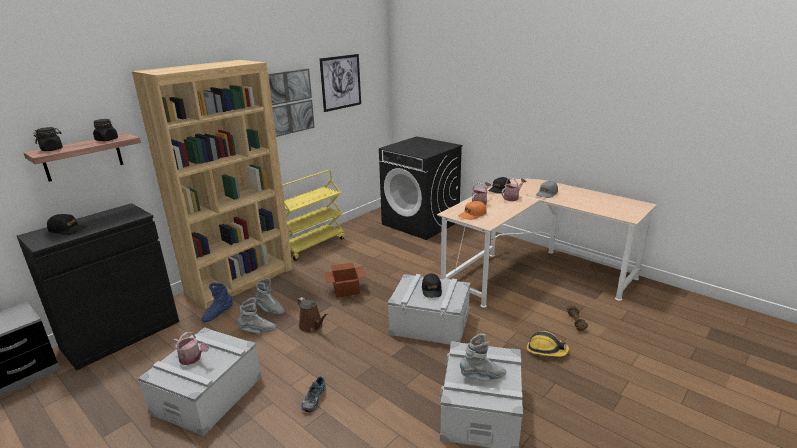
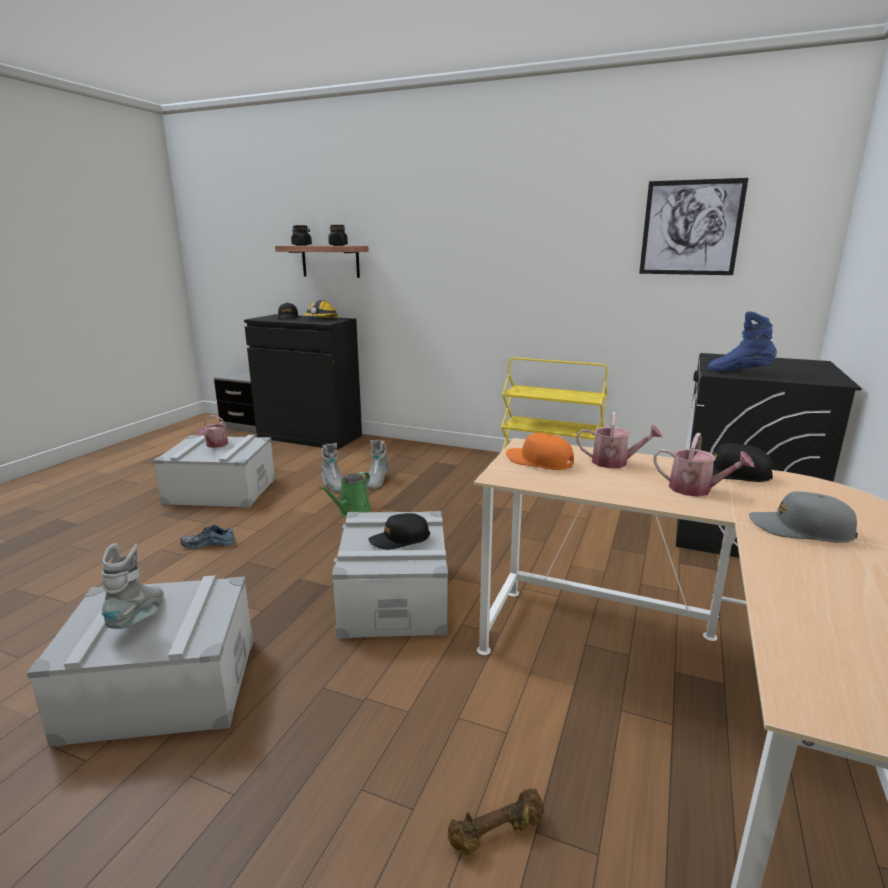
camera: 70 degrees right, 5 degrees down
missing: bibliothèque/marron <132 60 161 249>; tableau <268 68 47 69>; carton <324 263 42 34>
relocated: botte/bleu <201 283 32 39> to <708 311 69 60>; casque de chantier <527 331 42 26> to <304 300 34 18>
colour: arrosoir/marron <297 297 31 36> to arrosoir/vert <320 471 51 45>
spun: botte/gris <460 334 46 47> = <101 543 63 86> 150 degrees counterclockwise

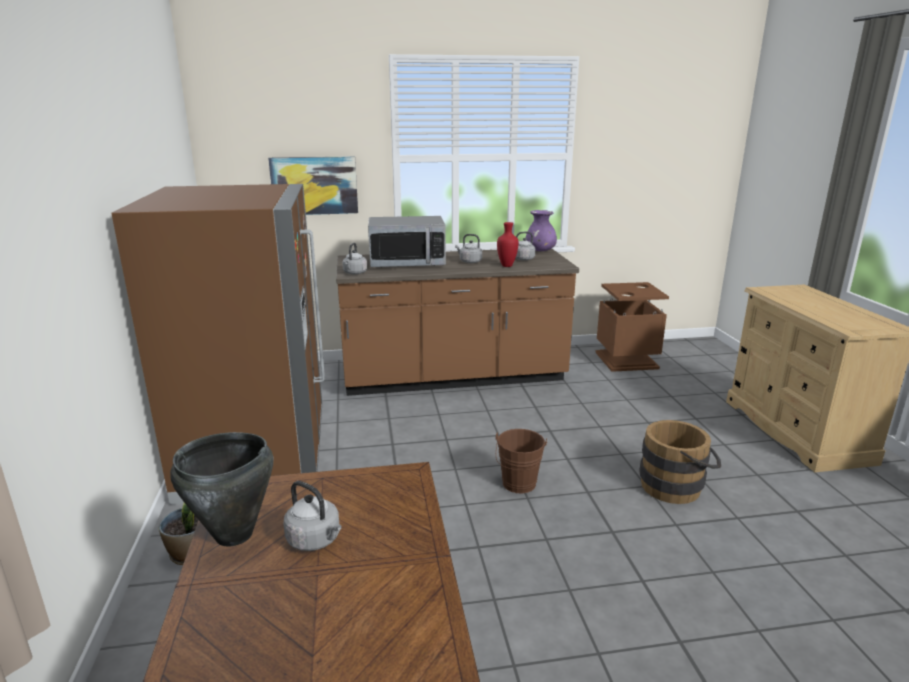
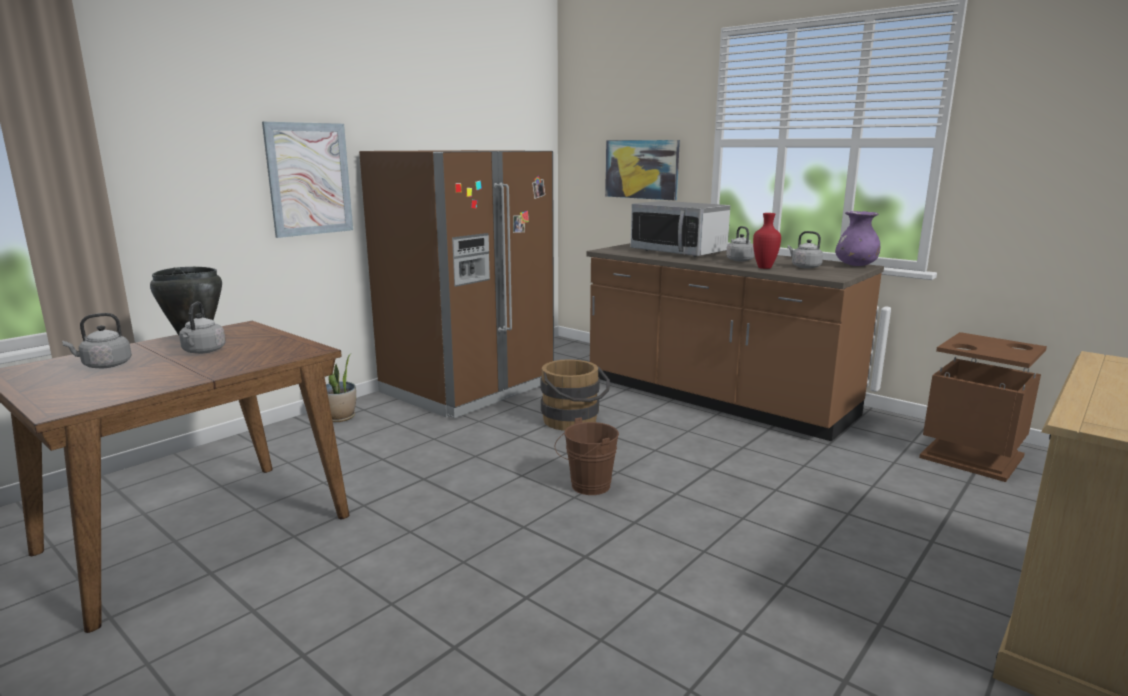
camera: 50 degrees right, 5 degrees down
appeared: tableau <262 122 91 116>
relocated: bouilloire/gris <342 243 25 31> to <62 313 70 55>; seau/marron <639 420 82 84> to <541 359 69 72>

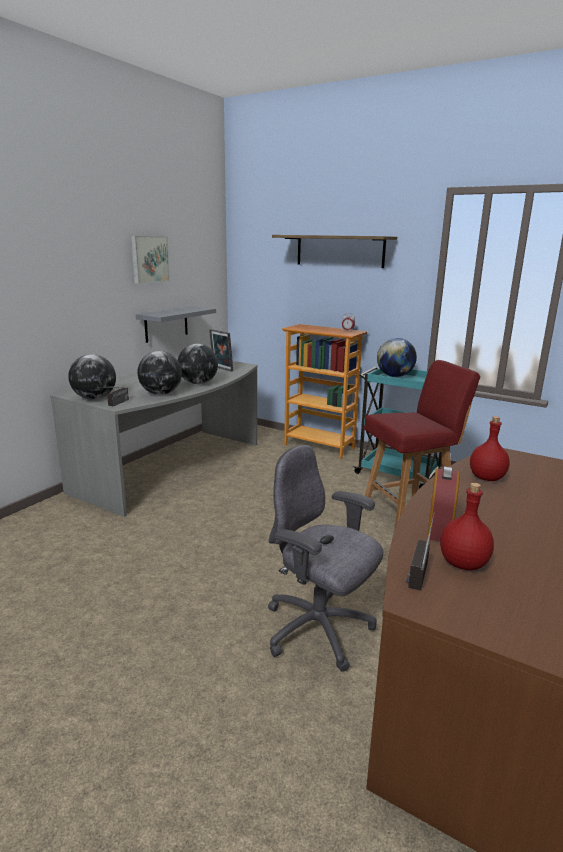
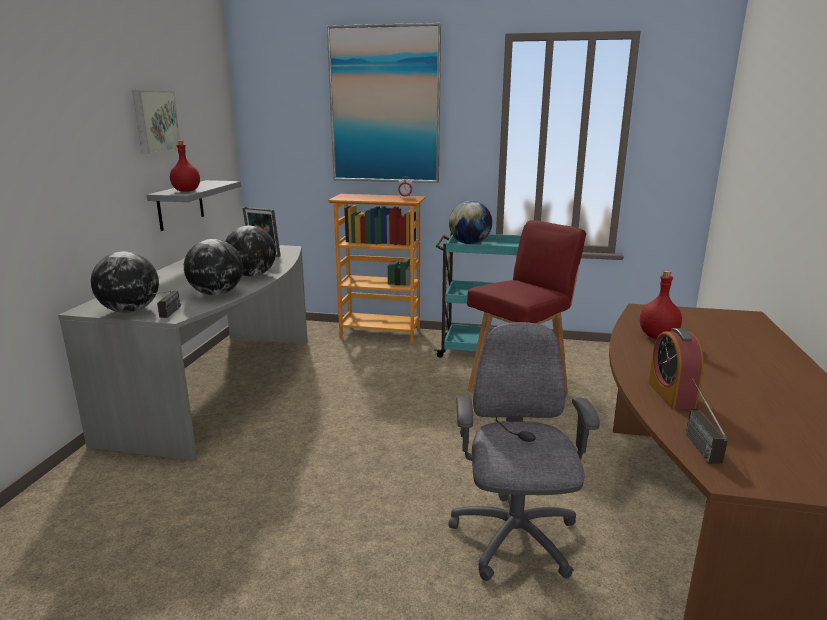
camera: 20 degrees left, 0 degrees up
relocated: bouteille/rouge <440 483 54 87> to <170 141 30 51>
exchanged: étagère <272 235 125 33> to tableau <327 23 114 160>
spun: chaise de bureau/gris <268 445 115 227> = <448 322 152 259> 75 degrees clockwise

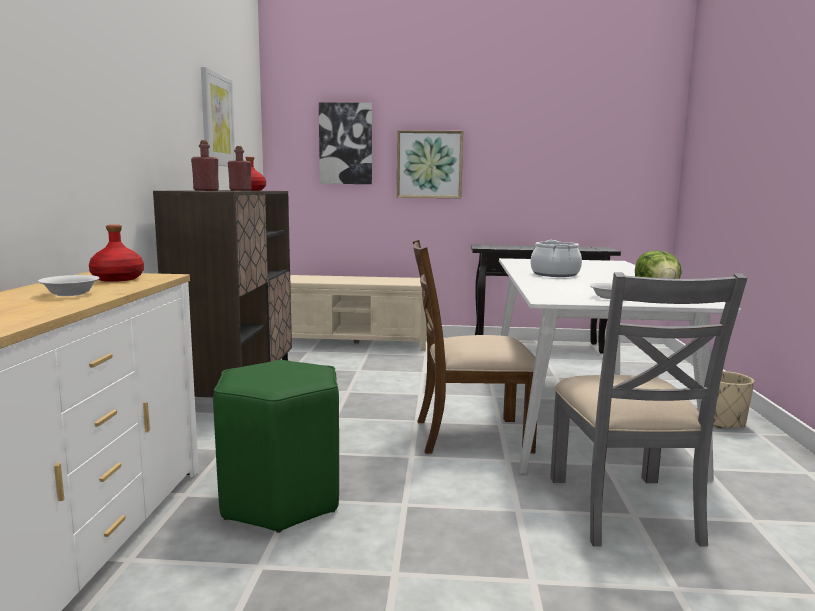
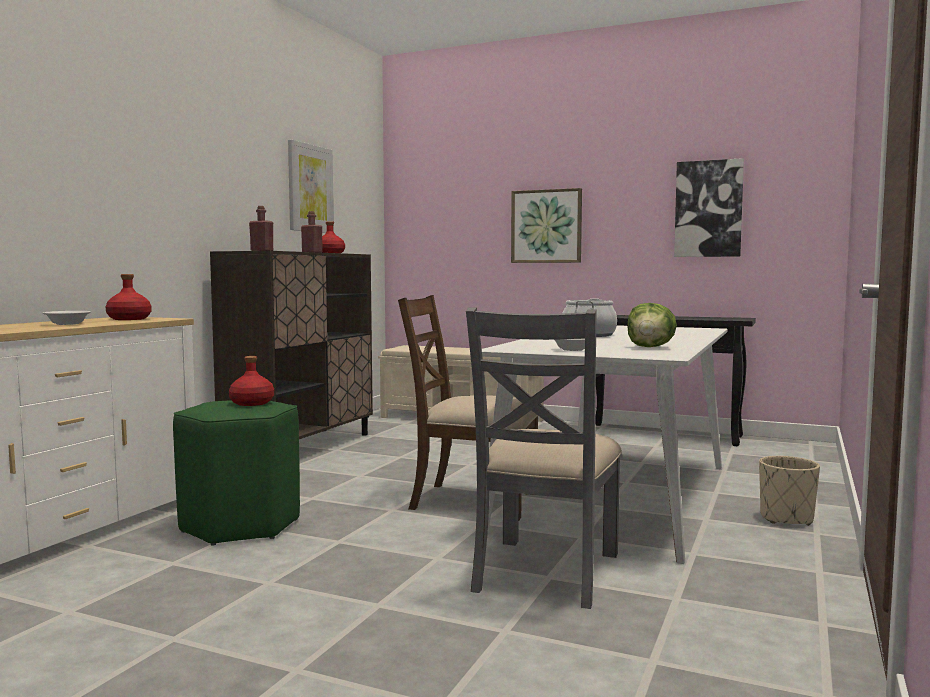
camera: 20 degrees right, 5 degrees down
appeared: bouteille/rouge <229 356 45 50>
relocated: tableau <319 102 53 82> to <674 158 70 99>

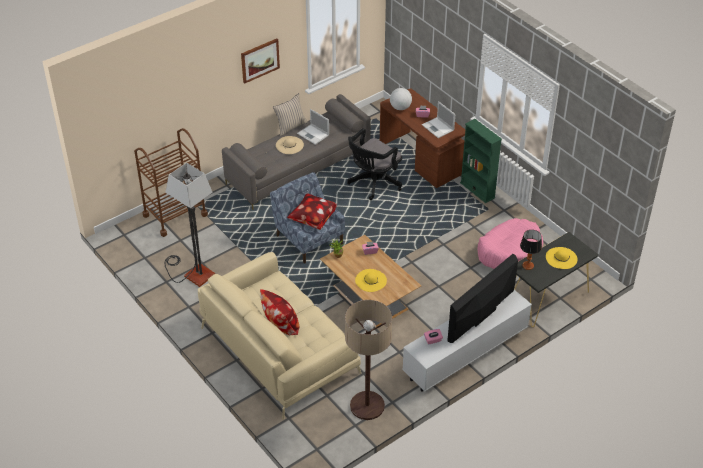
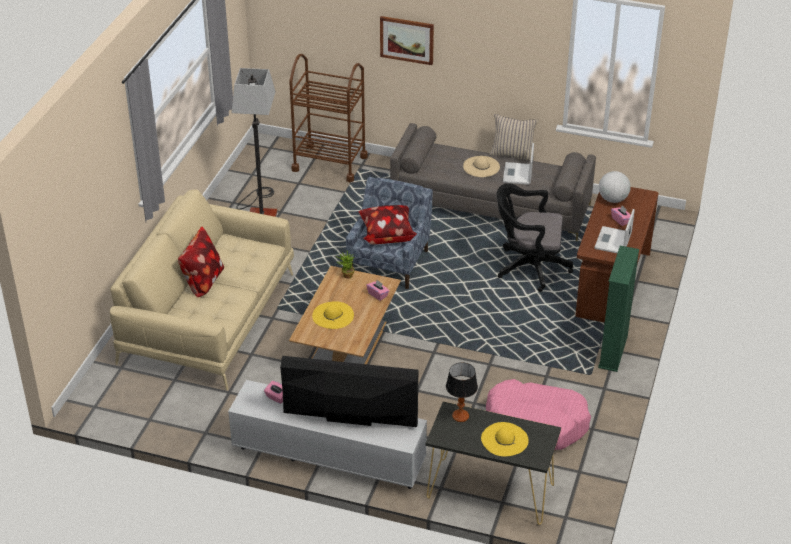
camera: 55 degrees right, 5 degrees down
missing: lampadaire <345 300 47 120>
relocated: tableau <241 39 39 45> to <380 16 54 49>

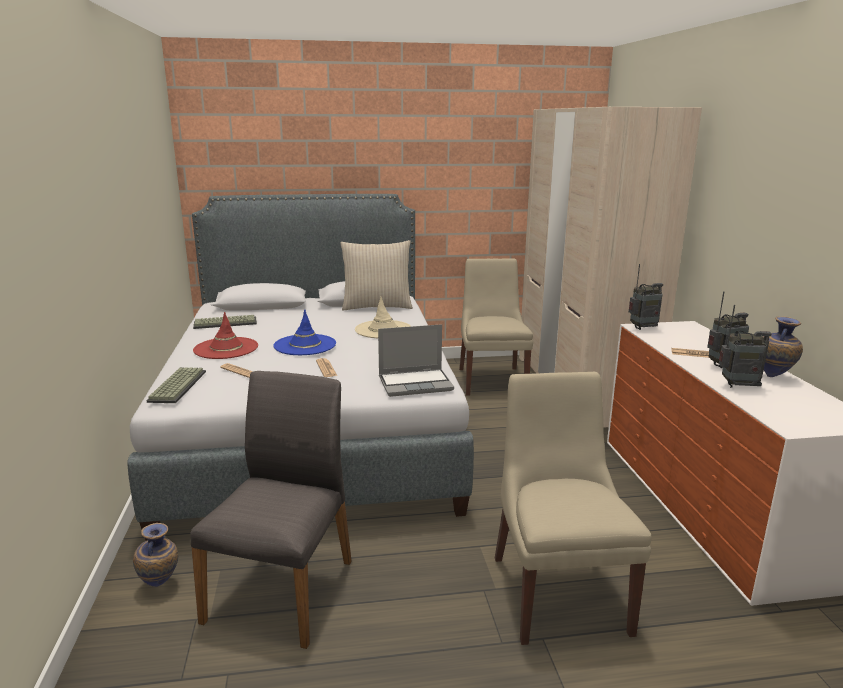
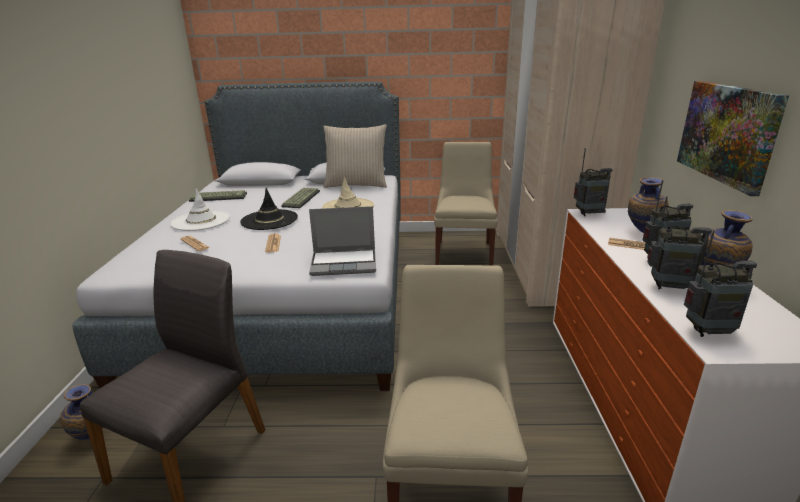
camera: 10 degrees right, 5 degrees up
appeared: vase <628 177 41 56>; tableau <677 81 112 115>; radio <684 230 73 107>
relocated: clavier <146 367 60 36> to <282 188 38 20>
colour: chapeau/rouge <193 312 65 47> to chapeau/blanc <171 189 59 42>; chapeau/bleu <274 310 62 45> to chapeau/noir <240 188 58 42>

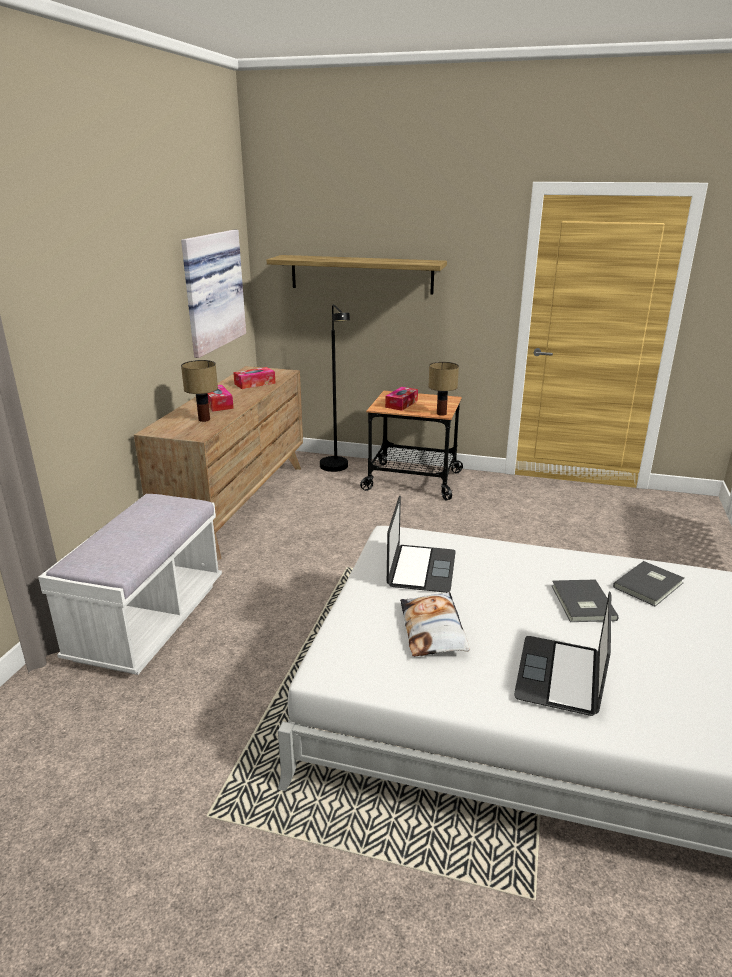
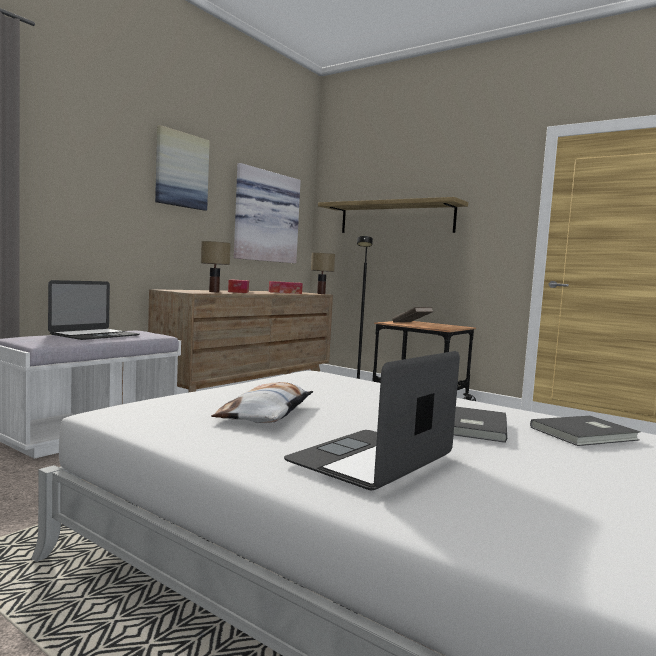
camera: 20 degrees right, 20 degrees down
appeared: tableau <155 125 55 86>
relocated: ordinateur portable <387 496 69 97> to <48 280 91 60>; lampe de table <428 362 31 54> to <311 253 24 41>
exchanged: boîte à mouchoirs <385 387 33 24> to livre/marron <392 307 41 15>

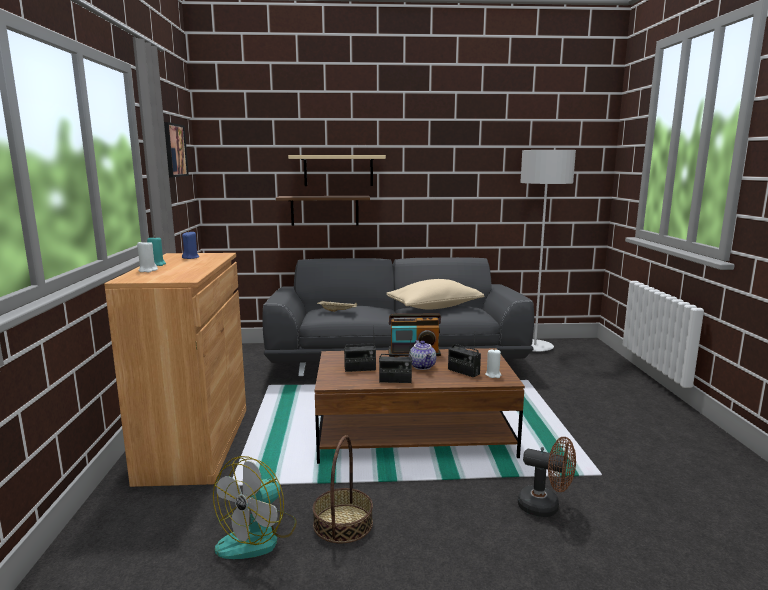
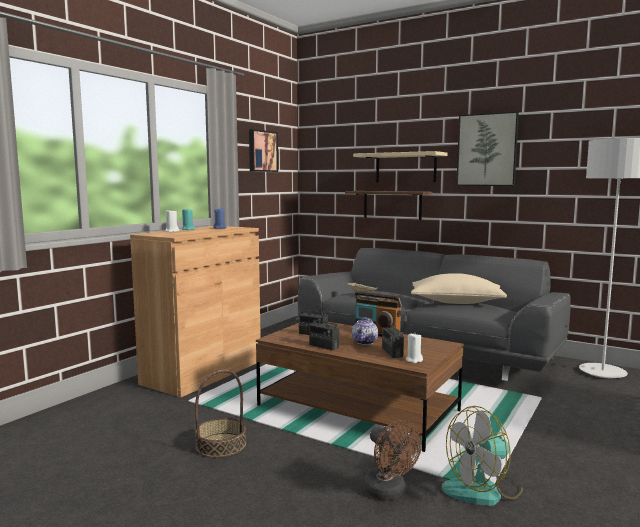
camera: 35 degrees right, 5 degrees down
appeared: tableau <456 111 63 75>
relocated: ventilateur <213 456 84 103> to <442 406 81 100>

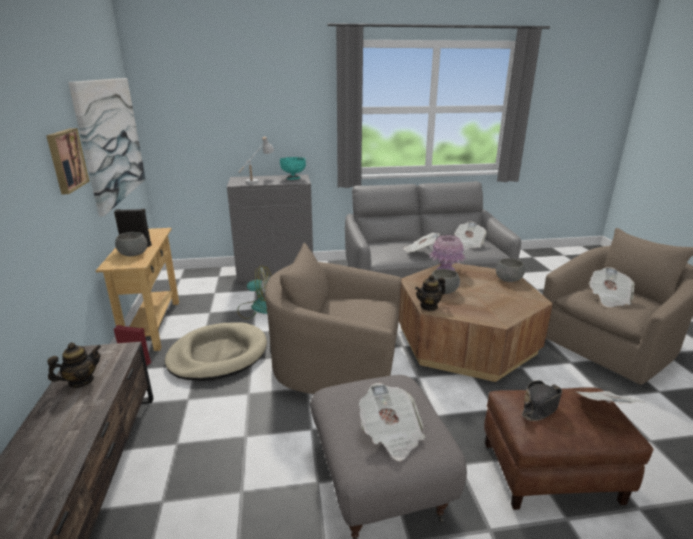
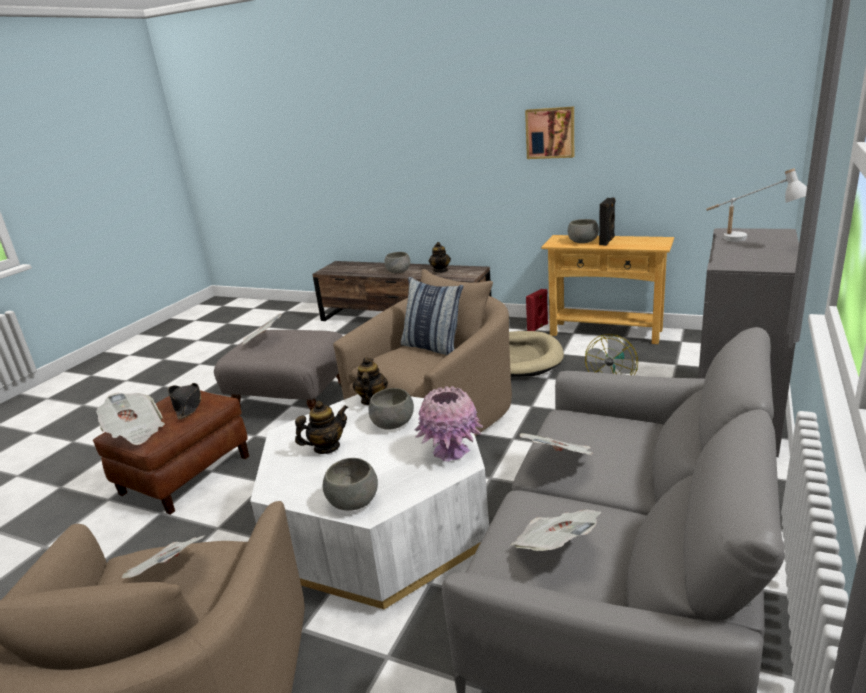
camera: 125 degrees right, 0 degrees up
missing: tableau <68 78 78 138>; bol/turquoise <280 157 26 23>
appeared: théière <295 401 53 53>; bol/gris <384 252 26 22>; coussin <401 277 62 78>
colour: table basse/marron <399 263 154 119> to table basse/blanc <250 394 239 215>

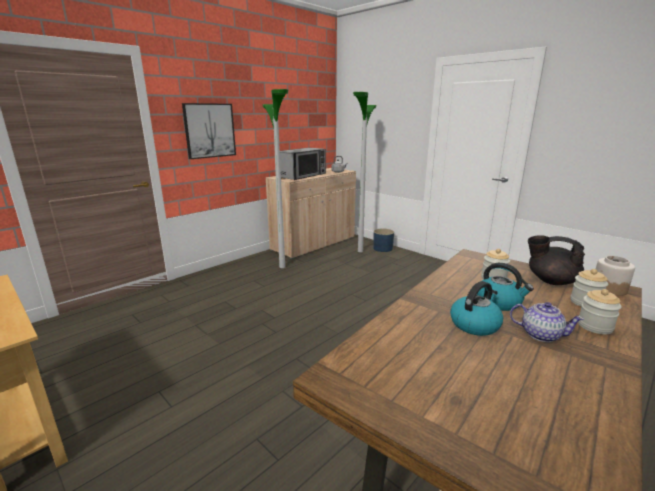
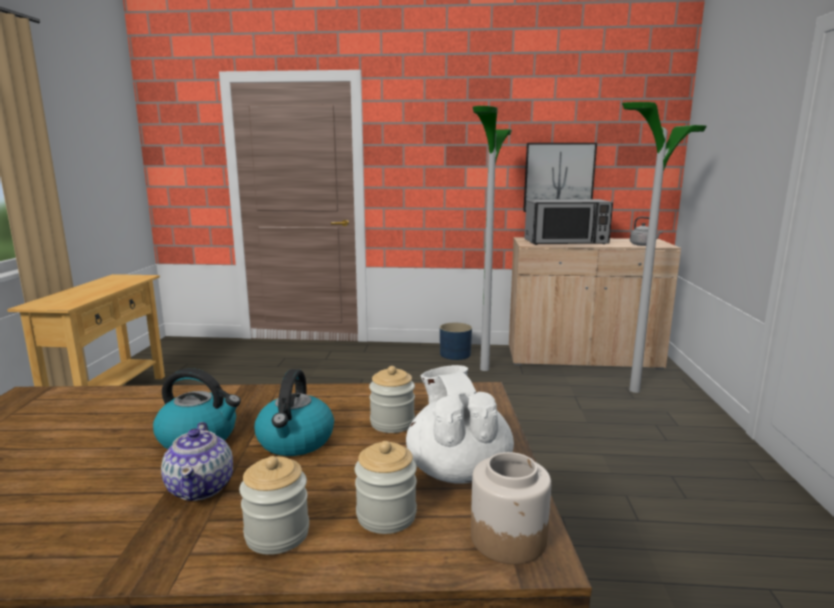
camera: 50 degrees right, 5 degrees down
relocated: tableau <182 103 54 56> to <523 143 74 69>; cache-pot/bleu <373 229 21 23> to <440 323 32 37>
colour: théière/noir <528 236 57 49> to théière/blanc <406 365 108 119>

